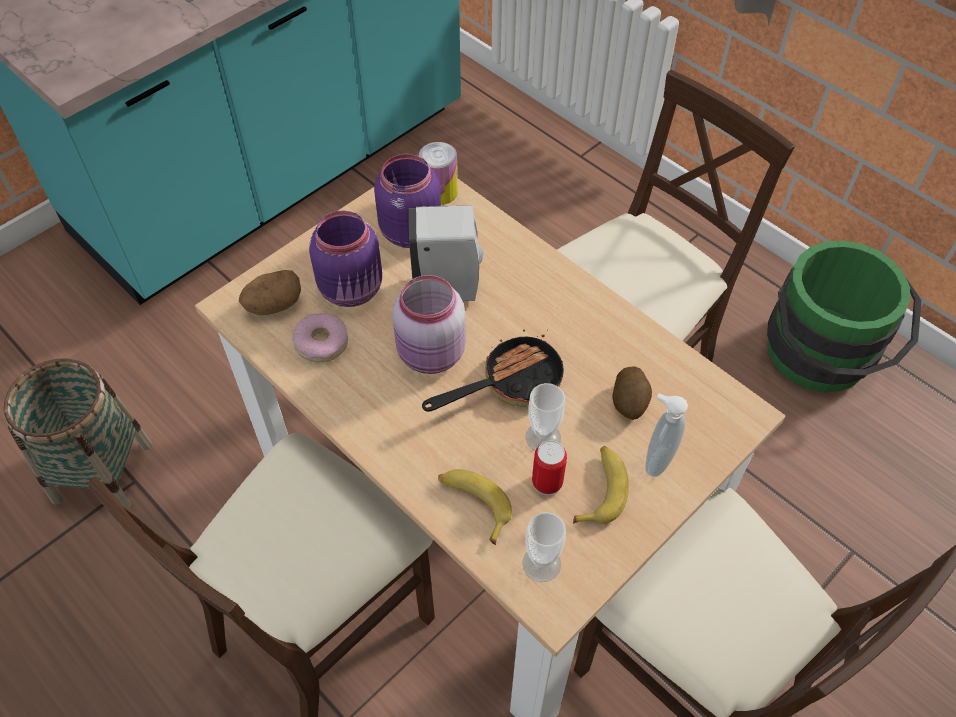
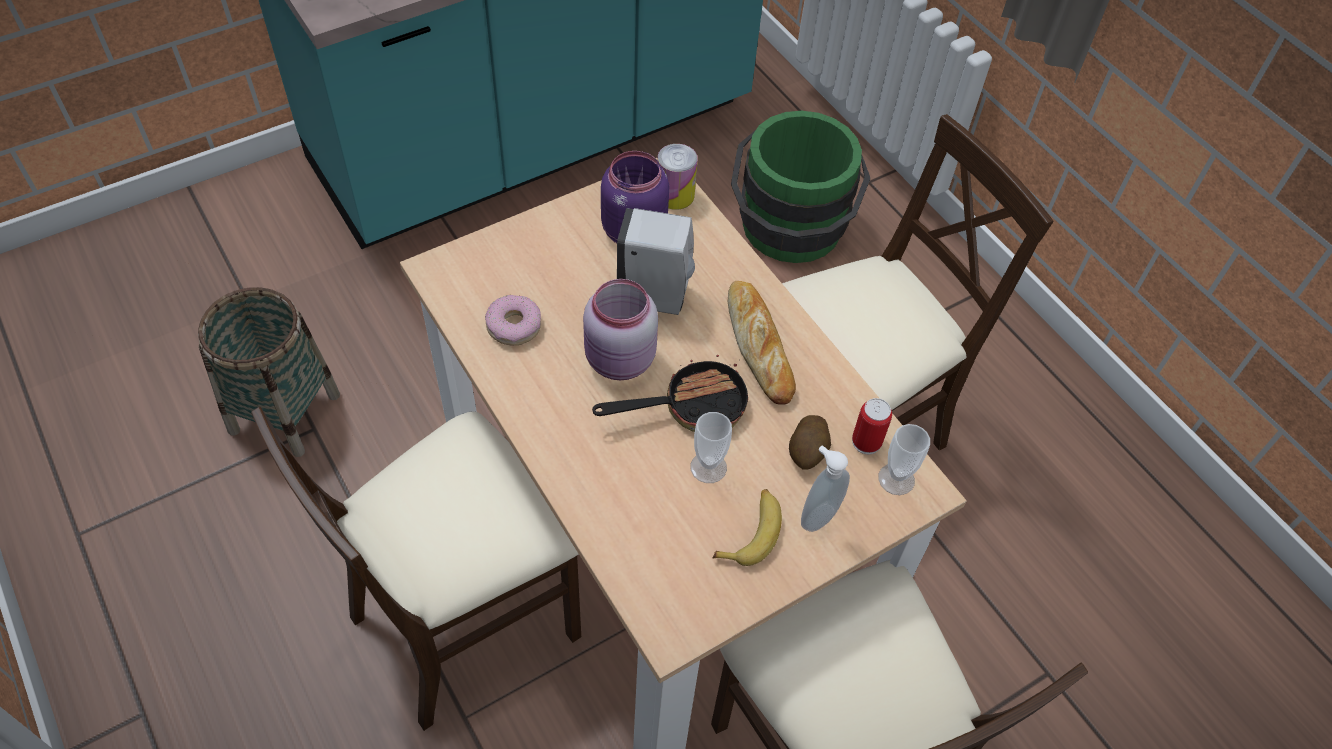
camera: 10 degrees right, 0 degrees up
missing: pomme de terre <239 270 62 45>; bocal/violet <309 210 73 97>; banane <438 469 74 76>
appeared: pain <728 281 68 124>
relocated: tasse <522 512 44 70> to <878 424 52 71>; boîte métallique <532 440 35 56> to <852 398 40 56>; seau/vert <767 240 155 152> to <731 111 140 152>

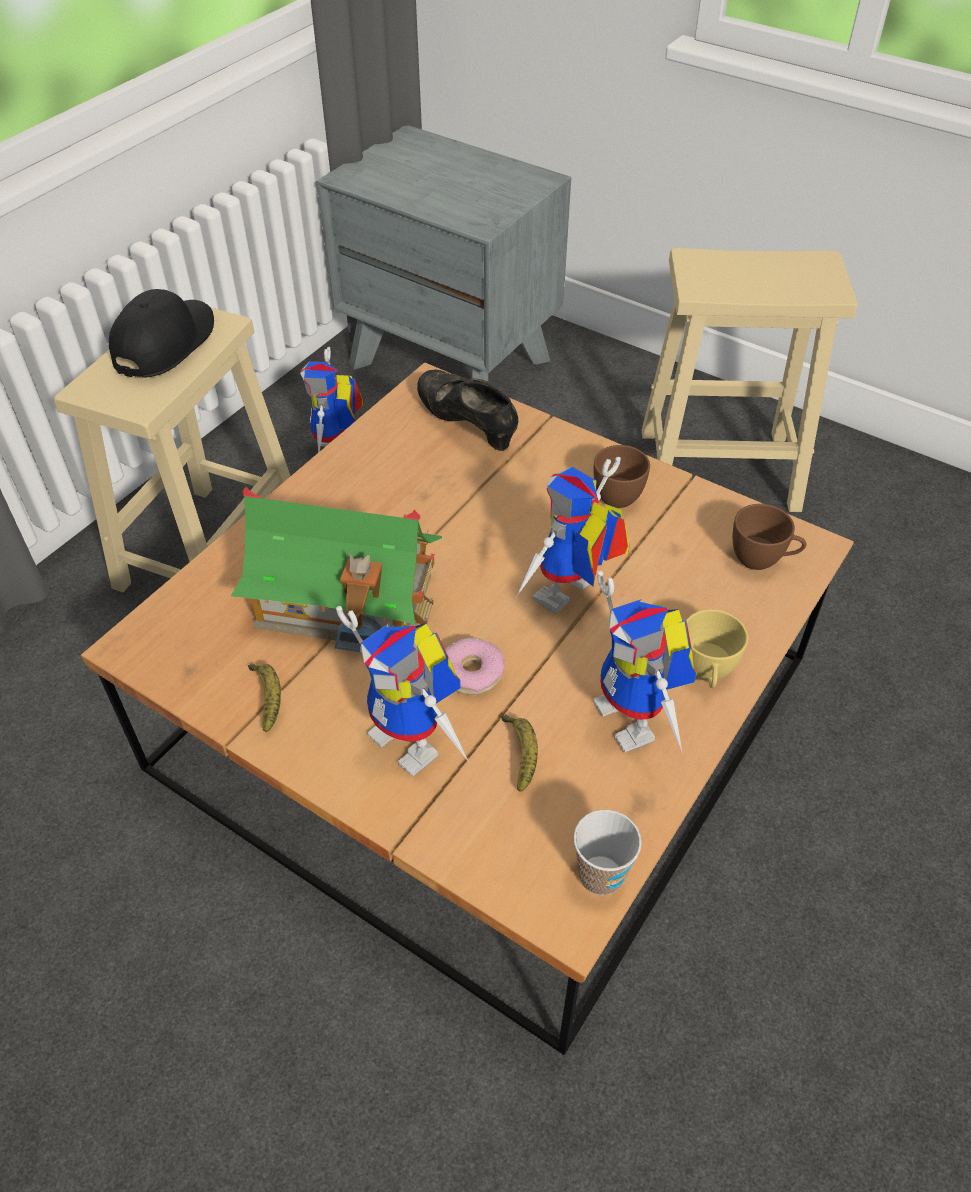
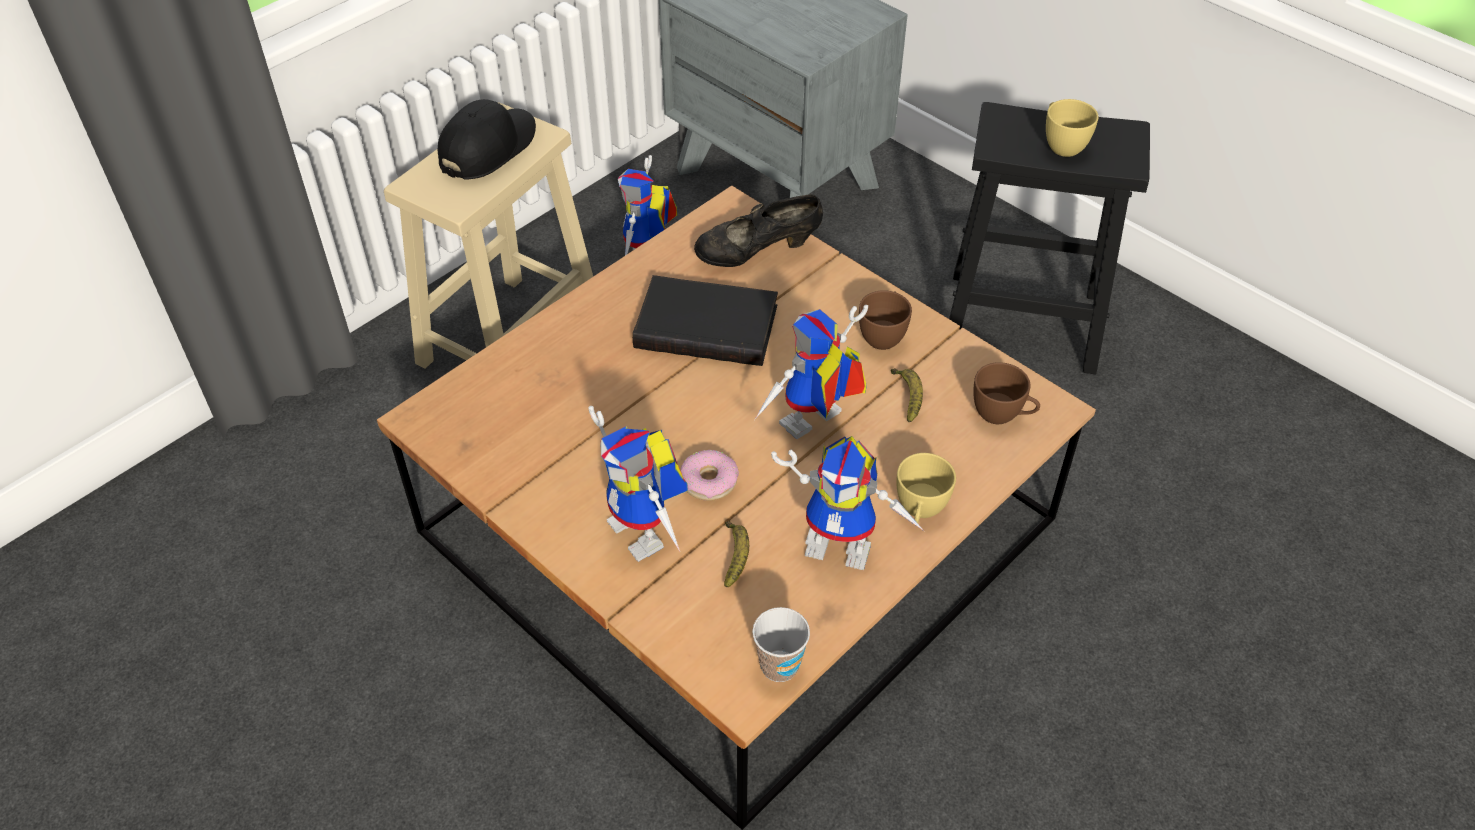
camera: 10 degrees right, 0 degrees up
missing: maison miniature <231 487 211 165>
appeared: livre/noir <633 275 145 91>; tasse/jaune <1046 99 53 58>
relocated: banane <248 663 33 69> to <891 368 32 54>
colour: tabouret/beige <642 248 215 264> to tabouret/noir <949 102 201 272>
spun: chaussure/noir <417 370 101 81> = <694 194 129 73> 75 degrees counterclockwise; robot jouet <593 570 104 183> = <771 436 154 134> 60 degrees counterclockwise

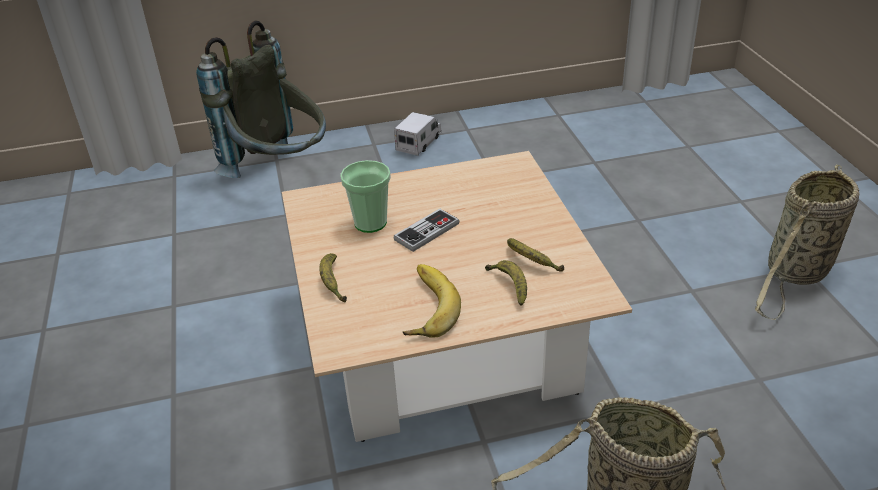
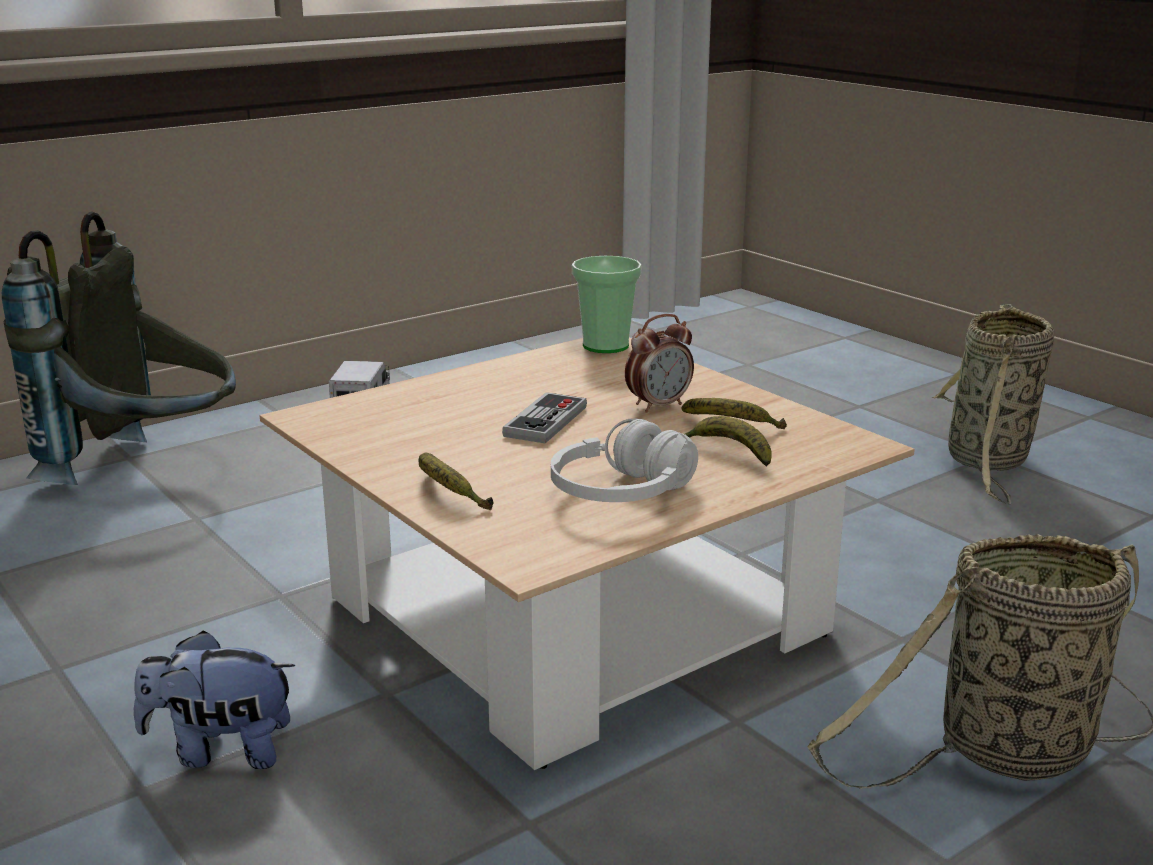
camera: 25 degrees left, 15 degrees down
appeared: peluche <134 630 161 139>; réveil <625 314 69 99>
relocated: tasse <340 160 51 73> to <572 256 70 97>
exchanged: banane <403 264 58 74> to casque audio/blanc <551 418 147 84>

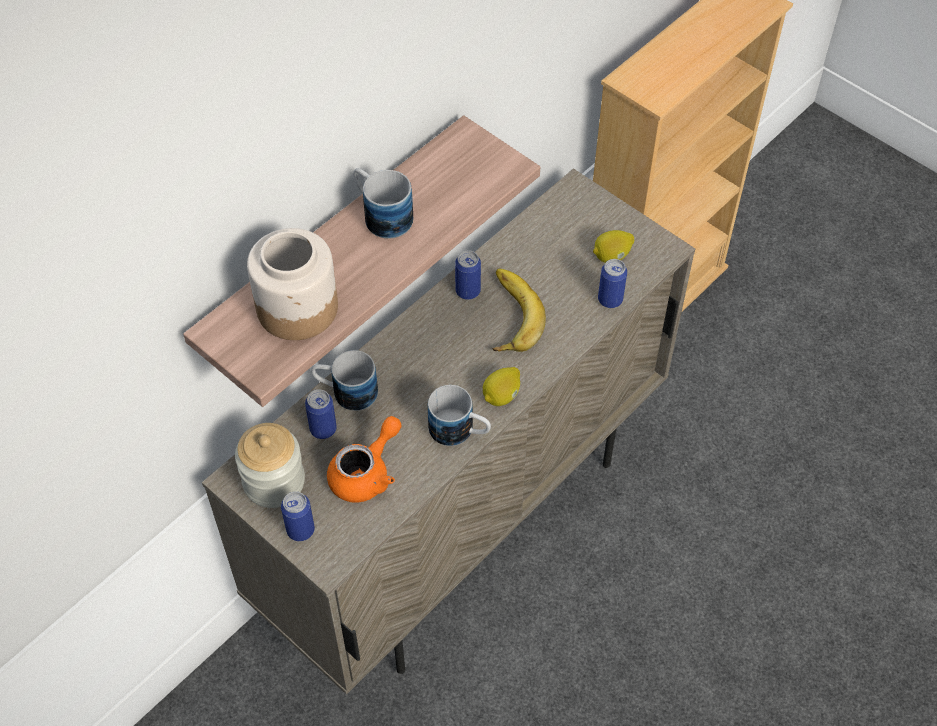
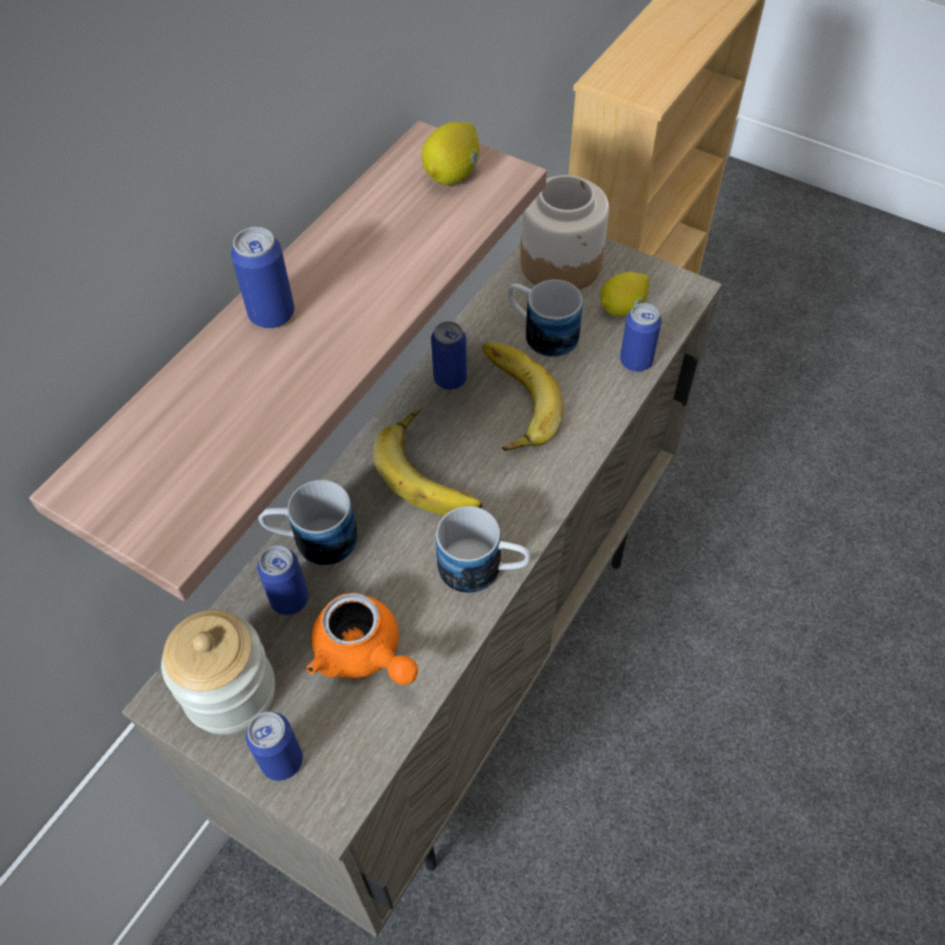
camera: 10 degrees left, 0 degrees up
appeared: boîte métallique <231 227 63 102>; banane <373 409 110 106>
relocated: bocal <247 228 91 112> to <520 175 89 115>; mug <353 168 60 71> to <508 280 75 77>; citron <483 367 37 39> to <422 122 58 63>
spun: théière/orange <327 416 75 87> = <307 593 111 92> 105 degrees clockwise

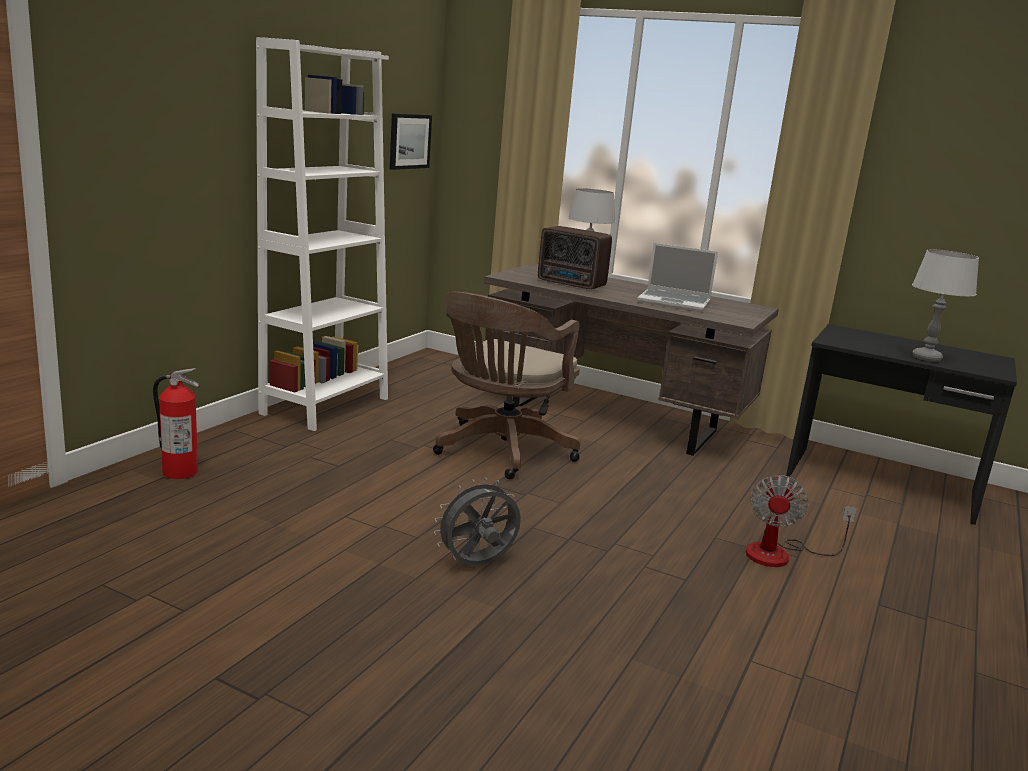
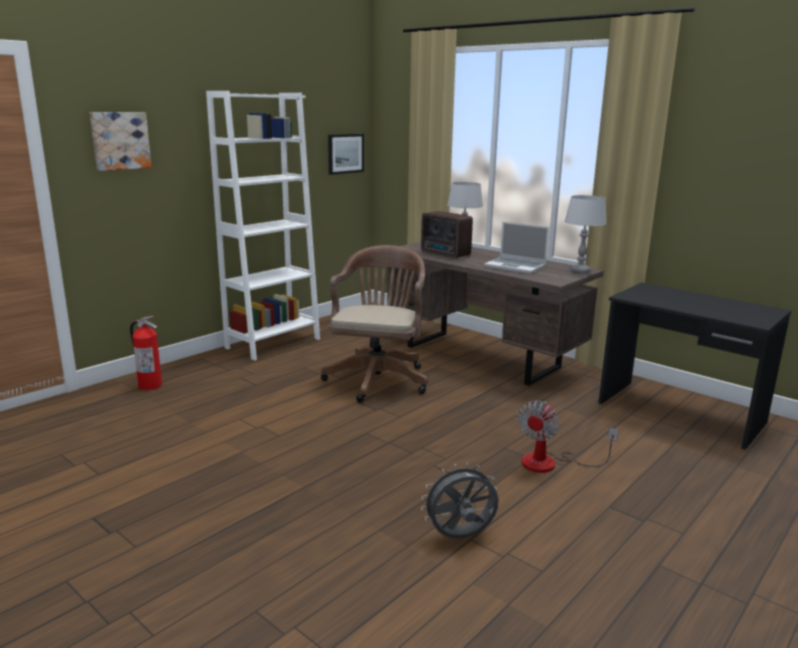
camera: 15 degrees right, 0 degrees up
appeared: tableau <90 112 62 59>
relocated: ventilateur/gris <434 478 87 87> to <421 462 77 77>; lampe de table/gris <912 249 67 113> to <564 195 43 78>
spun: chaise de bureau/marron <433 292 148 187> = <321 245 107 158> 150 degrees clockwise

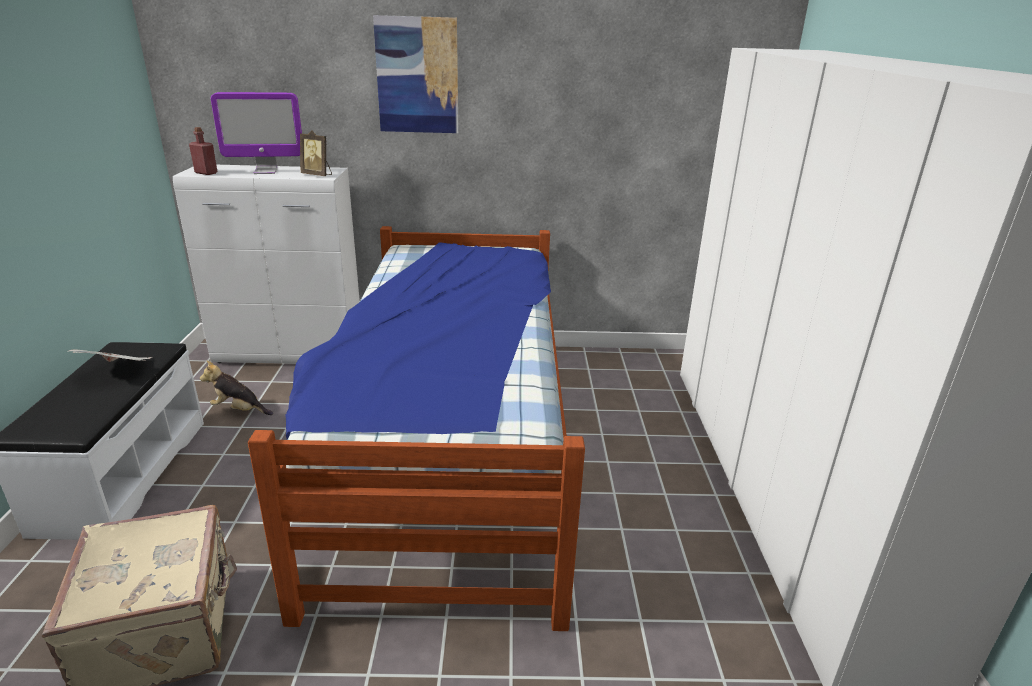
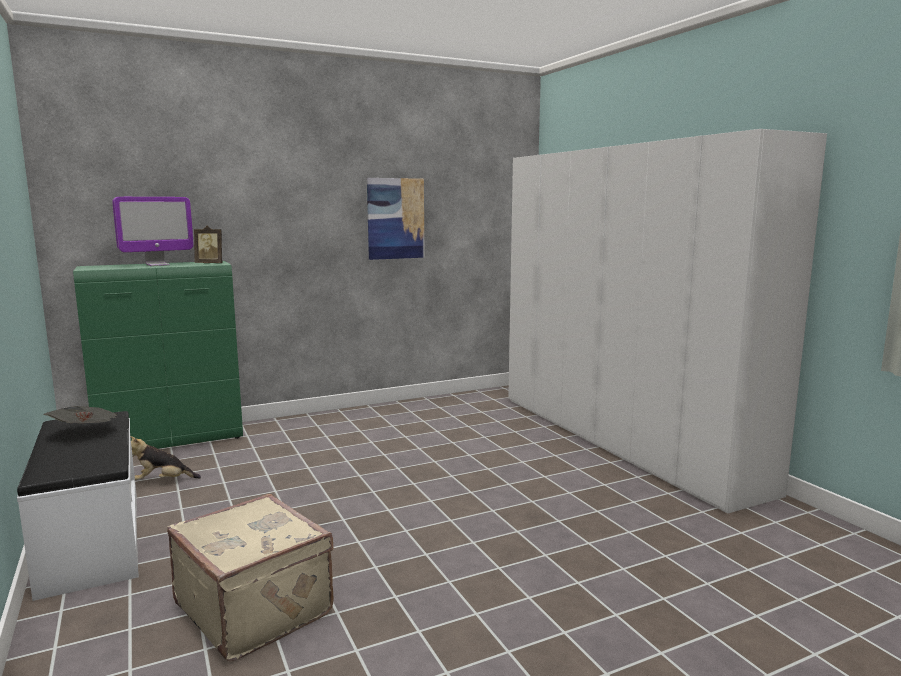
camera: 25 degrees left, 15 degrees down
missing: bouteille/rouge <189 127 29 48>; lit <248 226 337 405>
relocated: tableau <373 15 85 118> to <367 178 58 82>
colour: meuble de rangement/blanc <173 165 187 199> to meuble de rangement/vert <73 261 170 188>

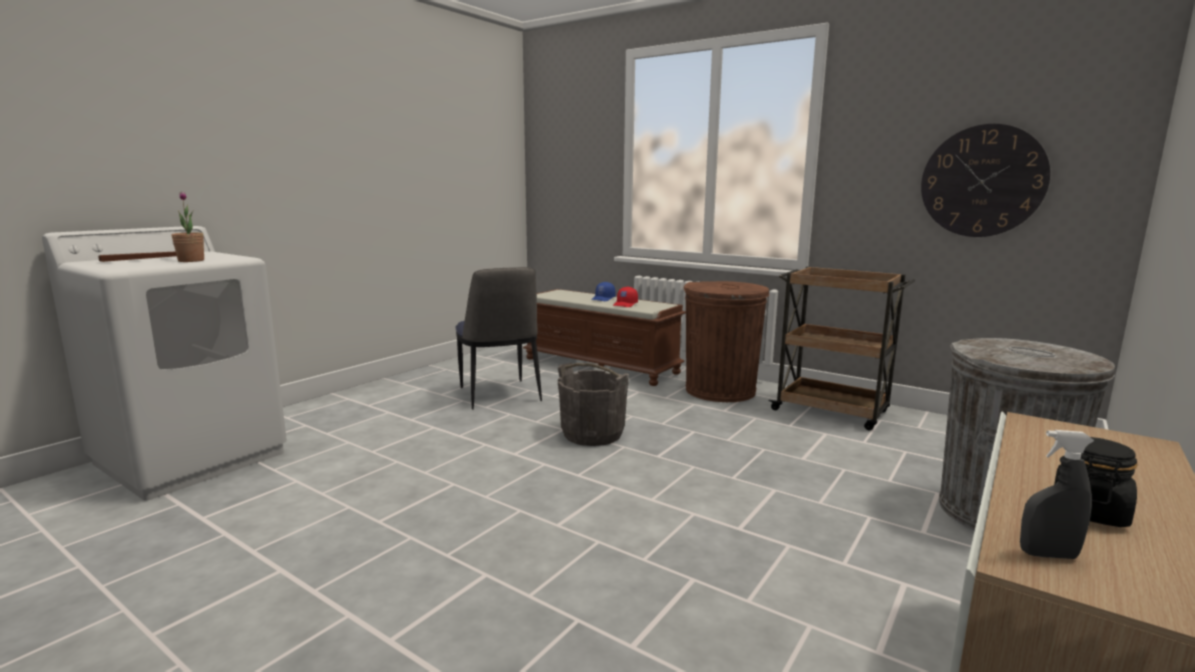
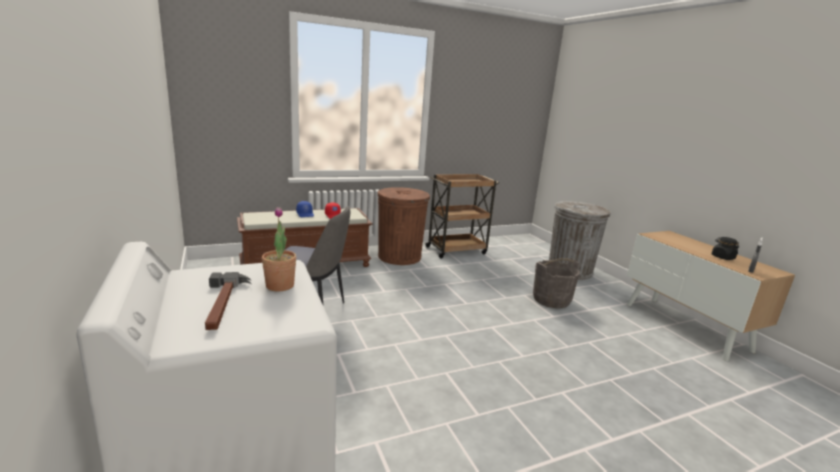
camera: 60 degrees left, 5 degrees up
missing: horloge murale <921 124 129 113>
relocated: seau/gris <558 363 71 83> to <533 258 47 50>

